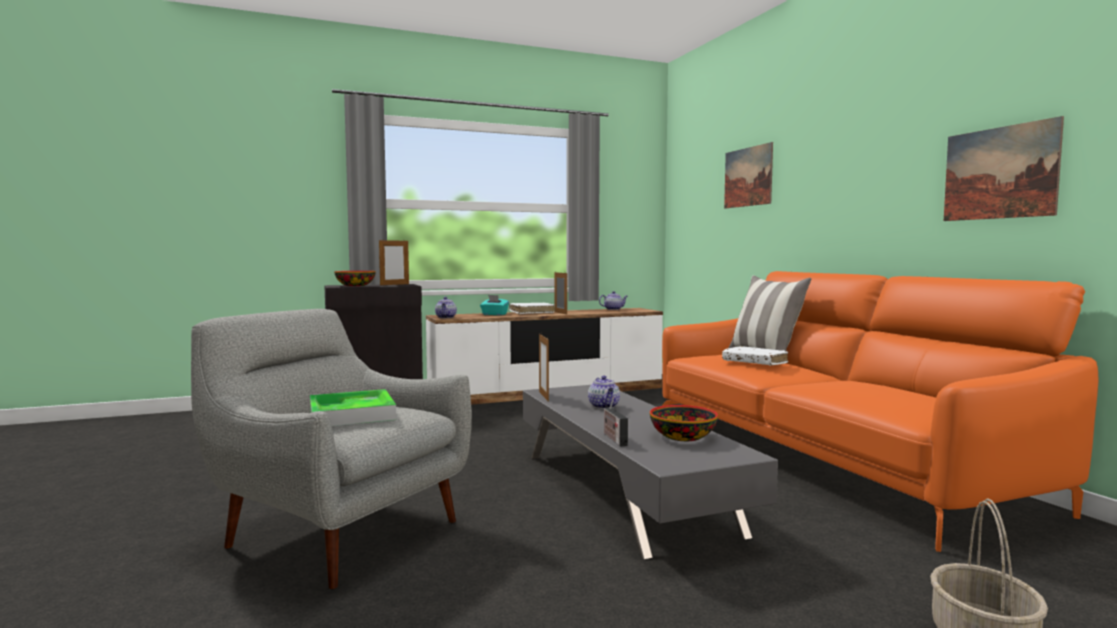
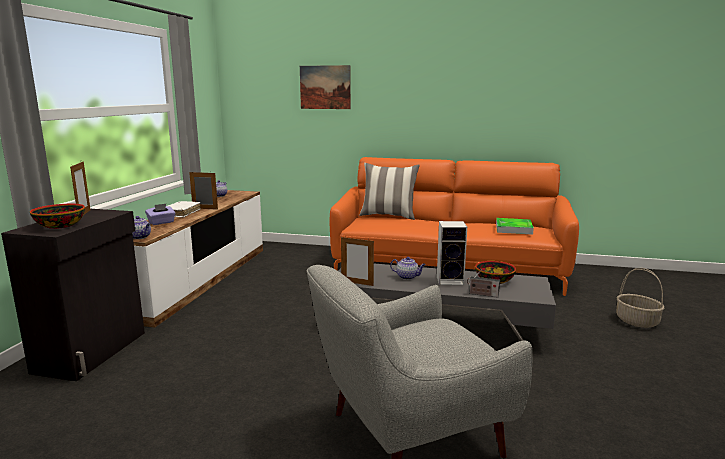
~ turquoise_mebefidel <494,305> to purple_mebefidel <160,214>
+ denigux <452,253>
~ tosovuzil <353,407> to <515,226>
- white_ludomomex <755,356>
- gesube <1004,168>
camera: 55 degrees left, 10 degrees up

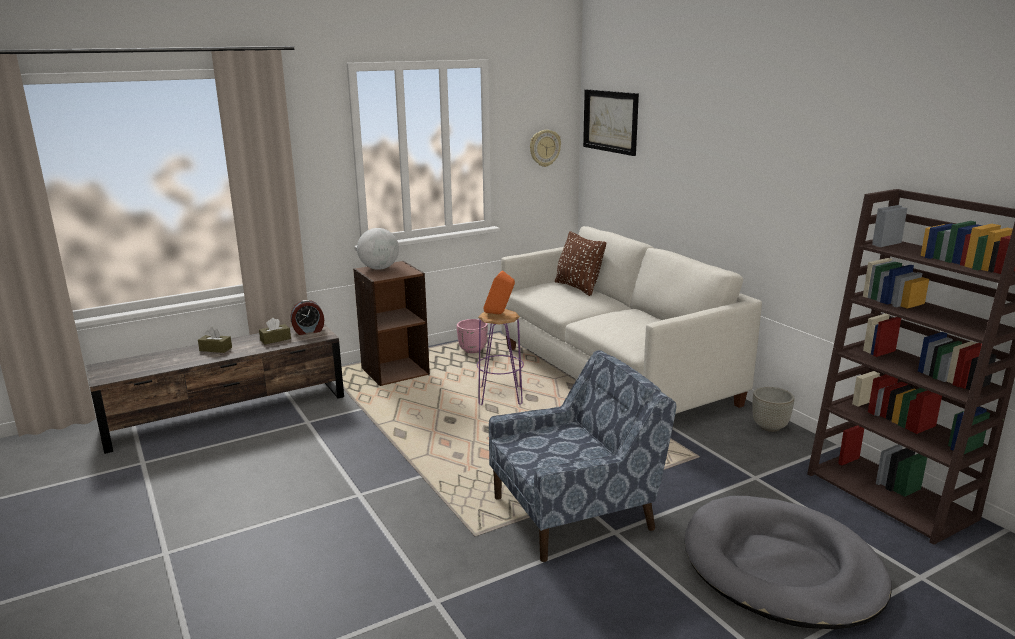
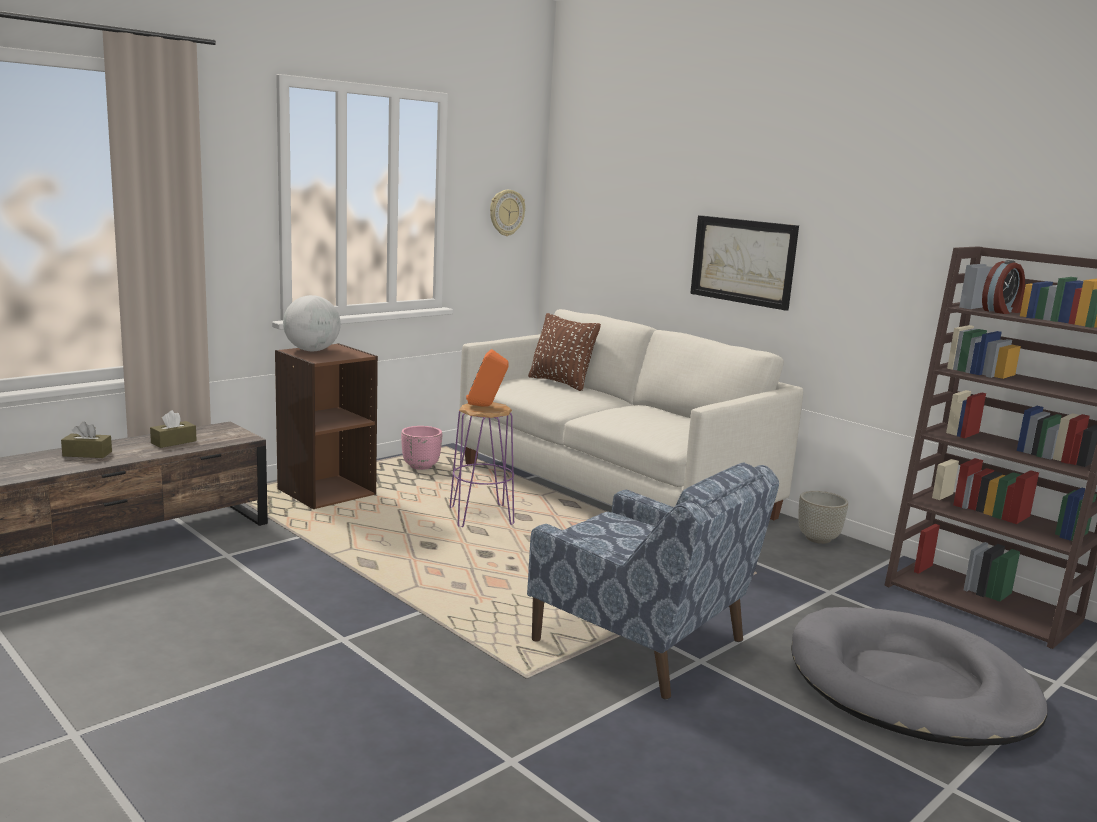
~ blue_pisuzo <582,456> = <653,581> 75 degrees clockwise
~ gesube <611,122> to <744,263>
~ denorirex <307,317> to <1003,287>
camera: 15 degrees left, 5 degrees down

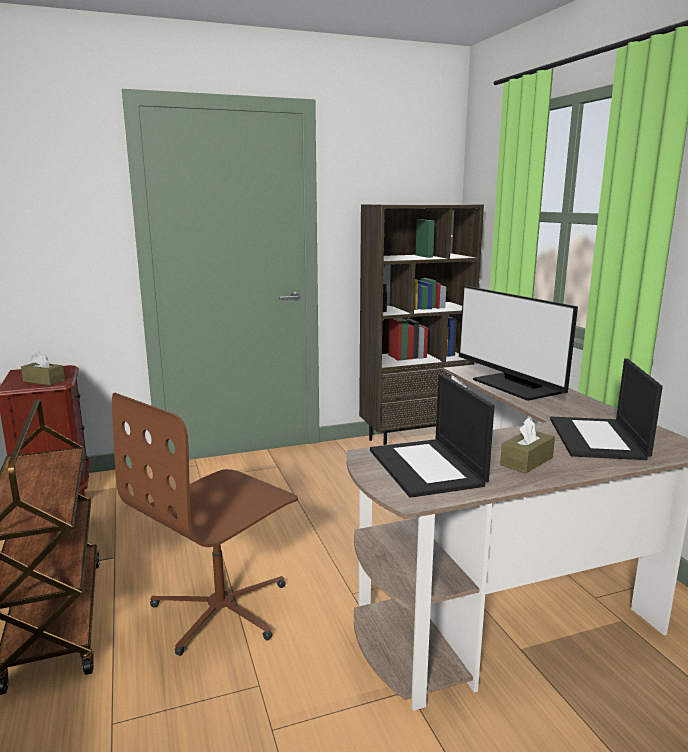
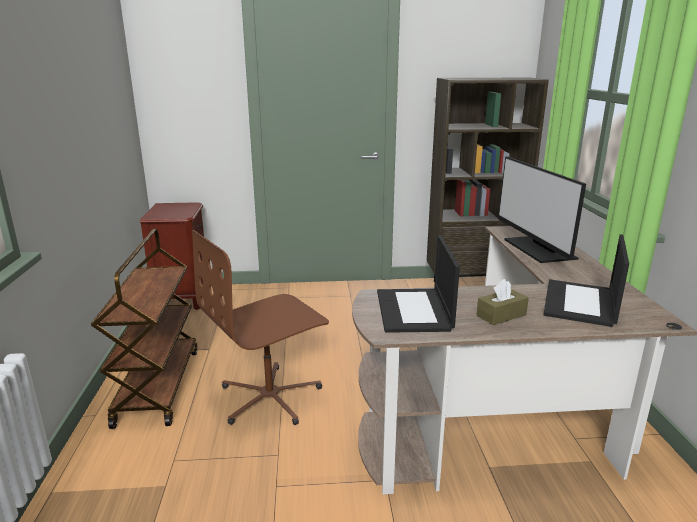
- brown_mebefidel <43,368>
camera: 15 degrees right, 5 degrees up

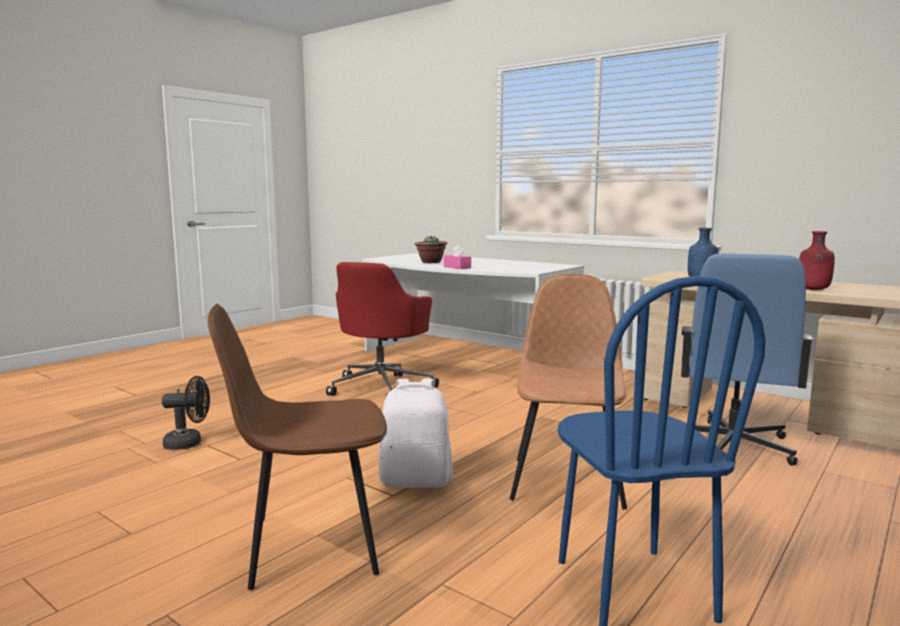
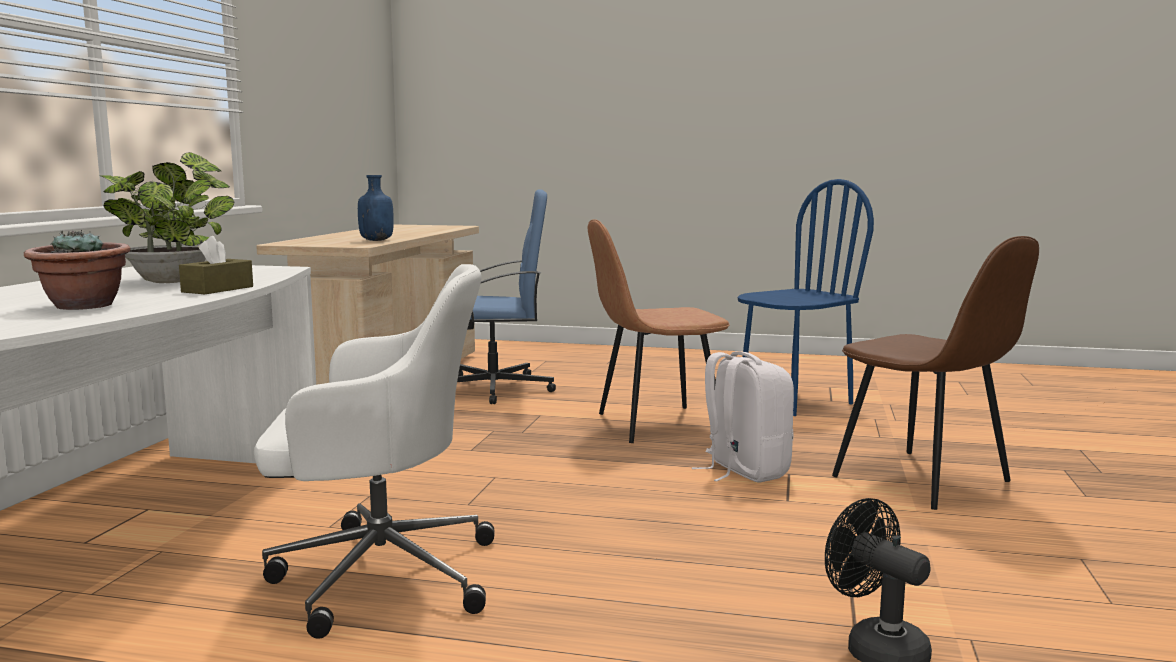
+ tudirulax <167,217>
~ pink_mebefidel <457,257> to brown_mebefidel <216,265>
~ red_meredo <382,330> to white_meredo <374,451>
- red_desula <817,260>
camera: 115 degrees left, 0 degrees up

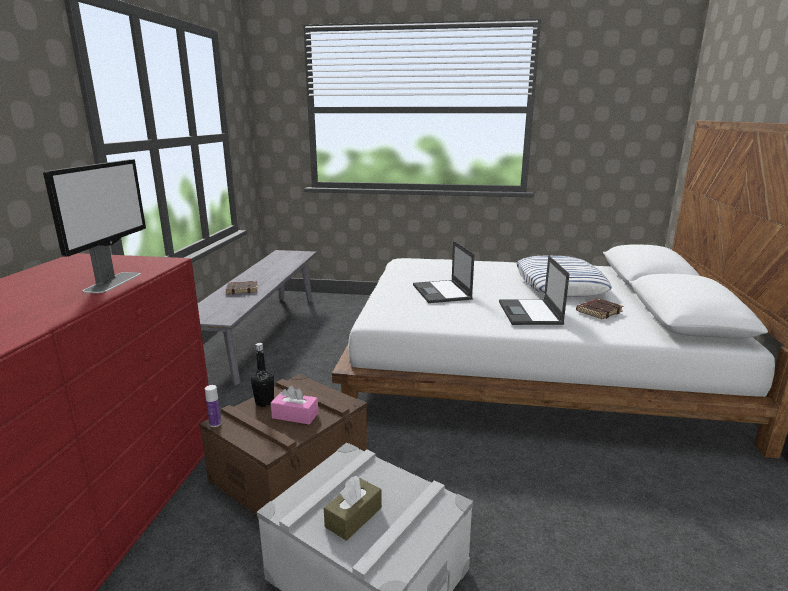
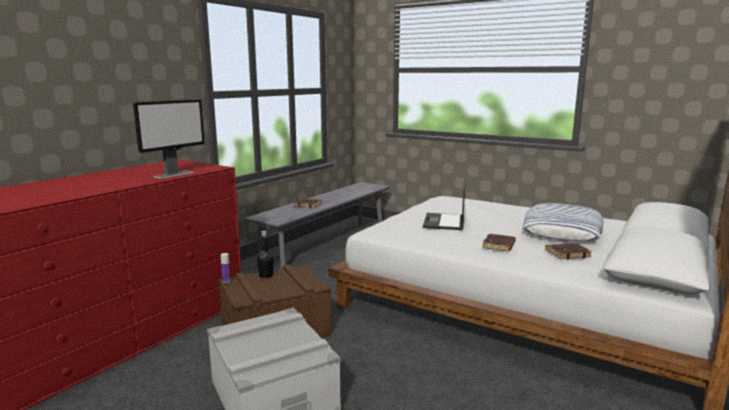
~ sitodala <534,290> to brown_ludomomex <499,242>
- pink_mebefidel <294,404>
- brown_mebefidel <353,508>
camera: 25 degrees right, 5 degrees down

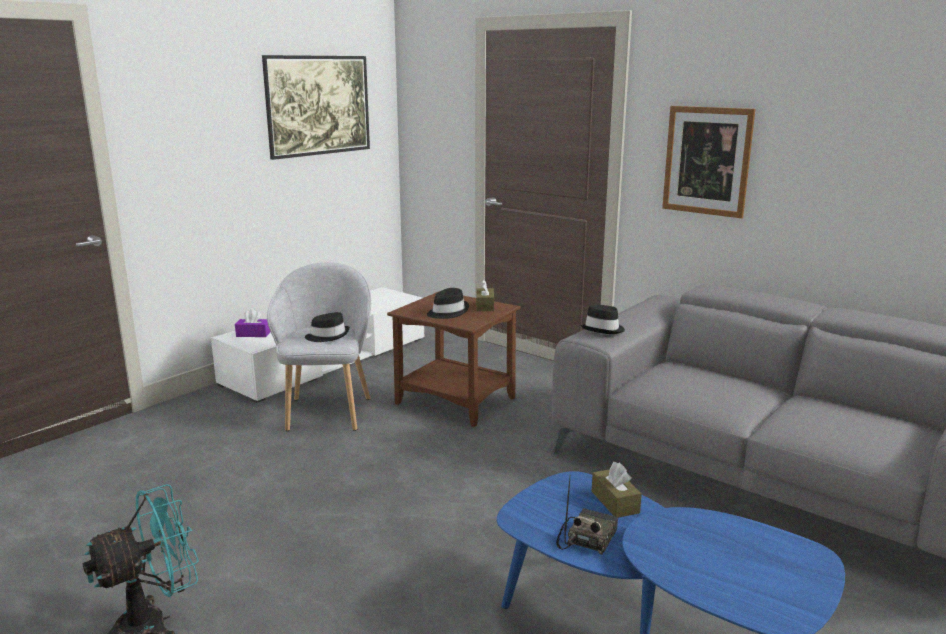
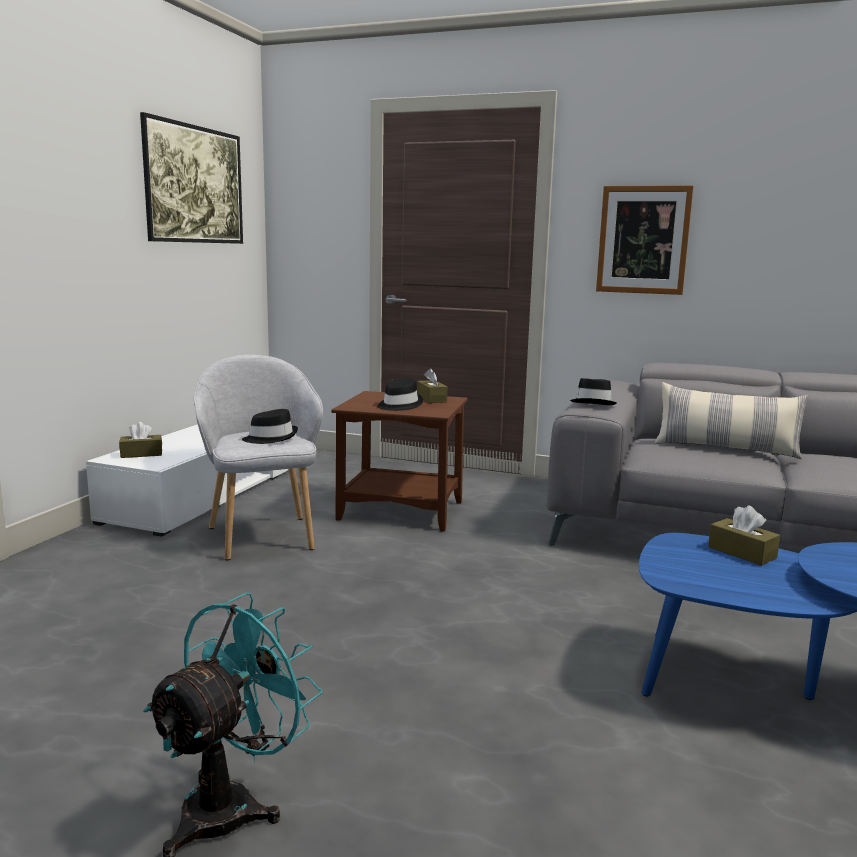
~ purple_mebefidel <252,323> to brown_mebefidel <140,440>
+ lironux <731,420>
- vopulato <587,516>
camera: 20 degrees left, 5 degrees down

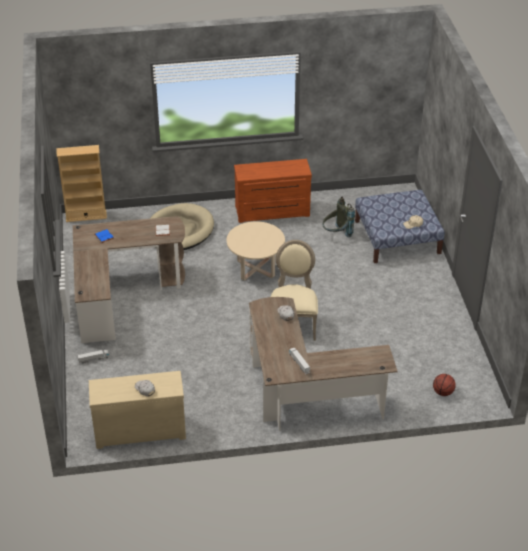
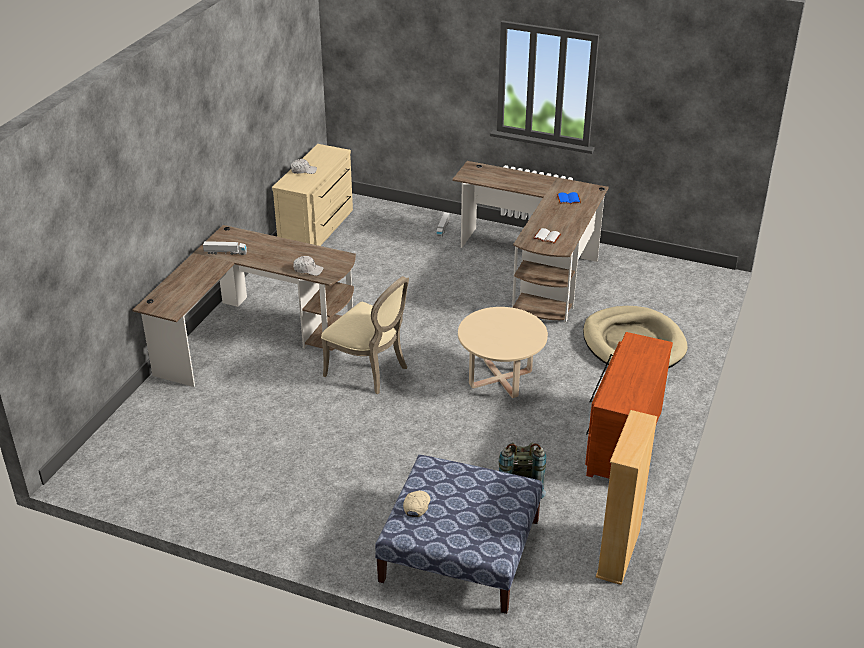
~ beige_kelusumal <82,183> to <626,497>
- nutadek <444,385>
camera: 120 degrees right, 5 degrees down

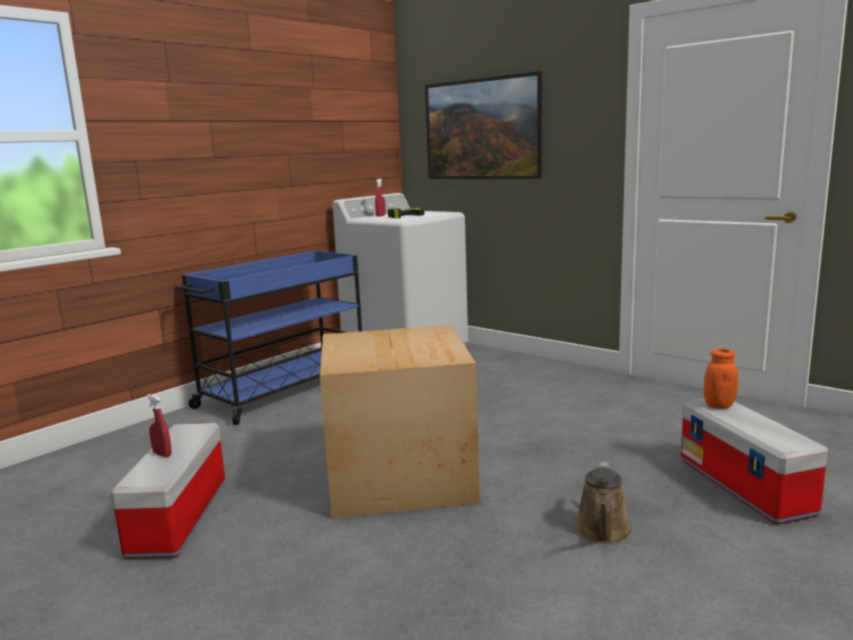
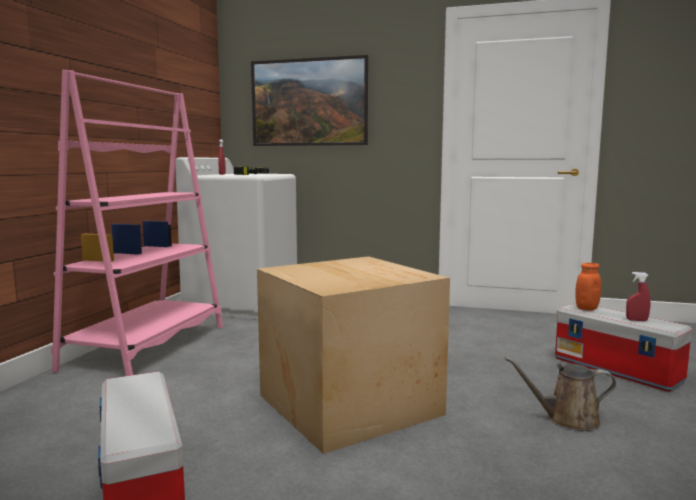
~ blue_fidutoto <270,338> to pink_kelusumal <137,223>
~ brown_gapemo <603,503> = <560,394> 105 degrees clockwise
~ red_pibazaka <159,425> to <638,296>
camera: 25 degrees left, 5 degrees down

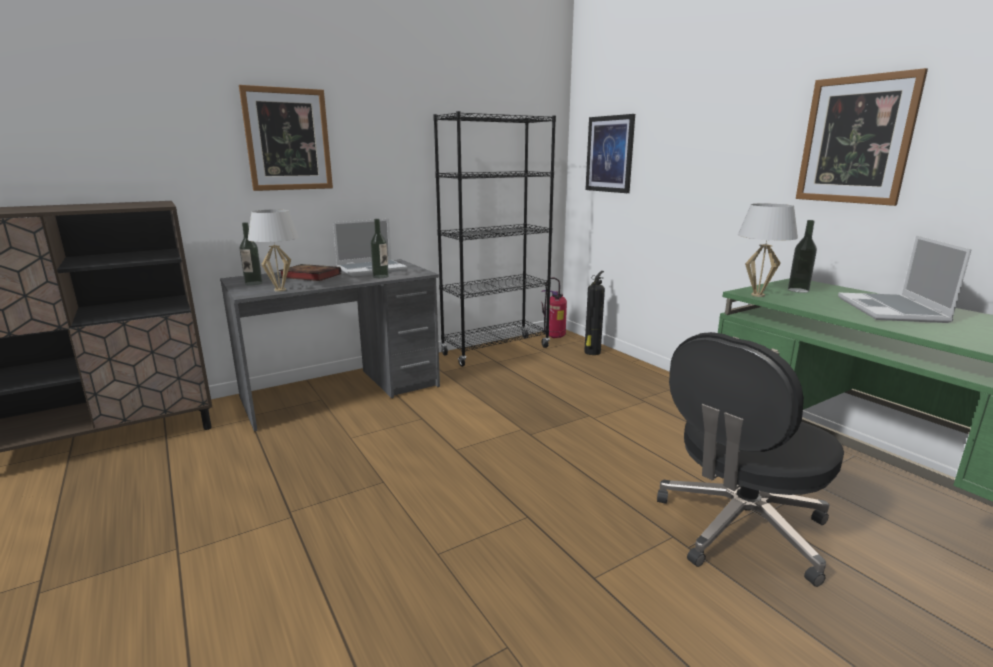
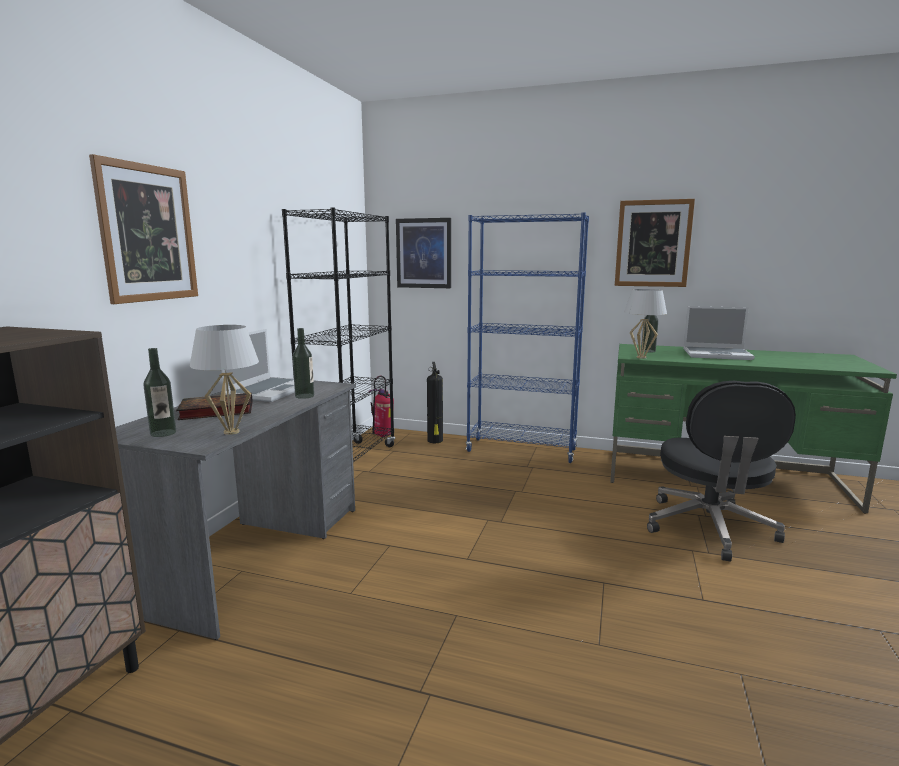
+ blue_kelusumal <527,337>
~ sitodala <905,279> = <719,333> 45 degrees counterclockwise
camera: 40 degrees left, 5 degrees down

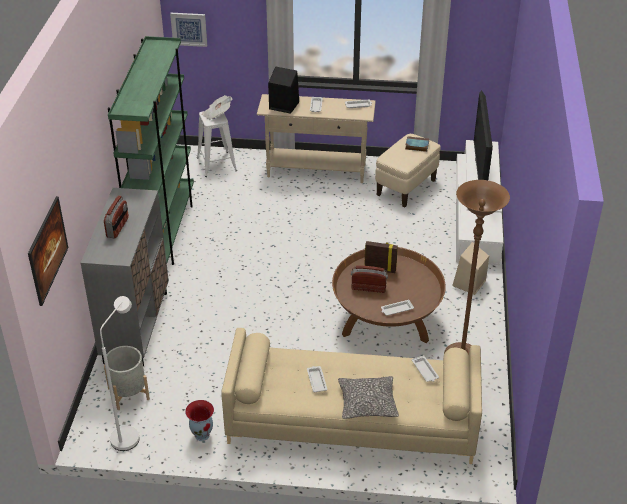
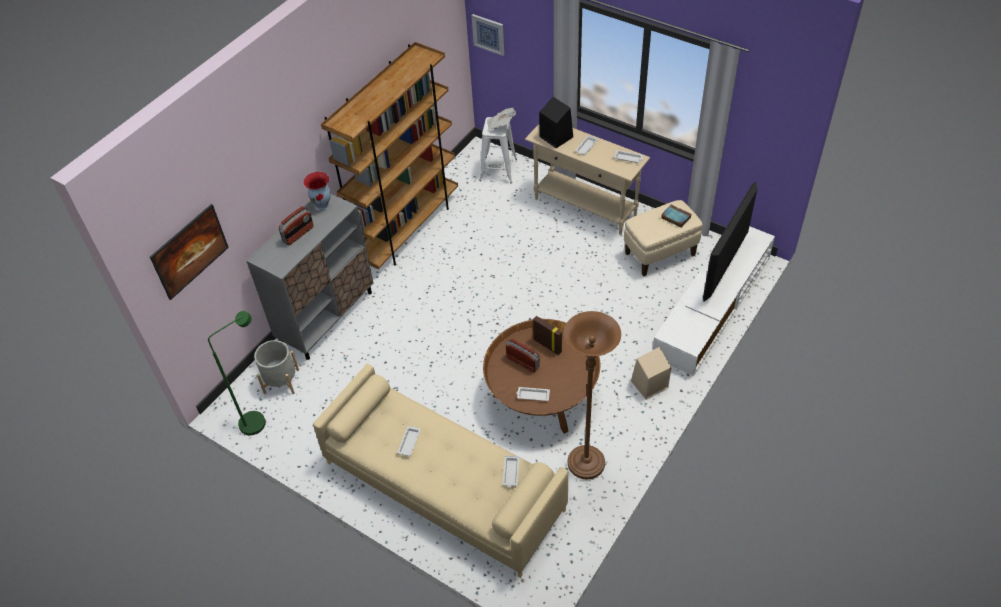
~ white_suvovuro <119,373> to green_suvovuro <237,373>
~ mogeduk <199,420> to <317,191>
~ green_kelusumal <151,150> to brown_kelusumal <389,155>
- lironux <368,397>
camera: 30 degrees right, 10 degrees up

